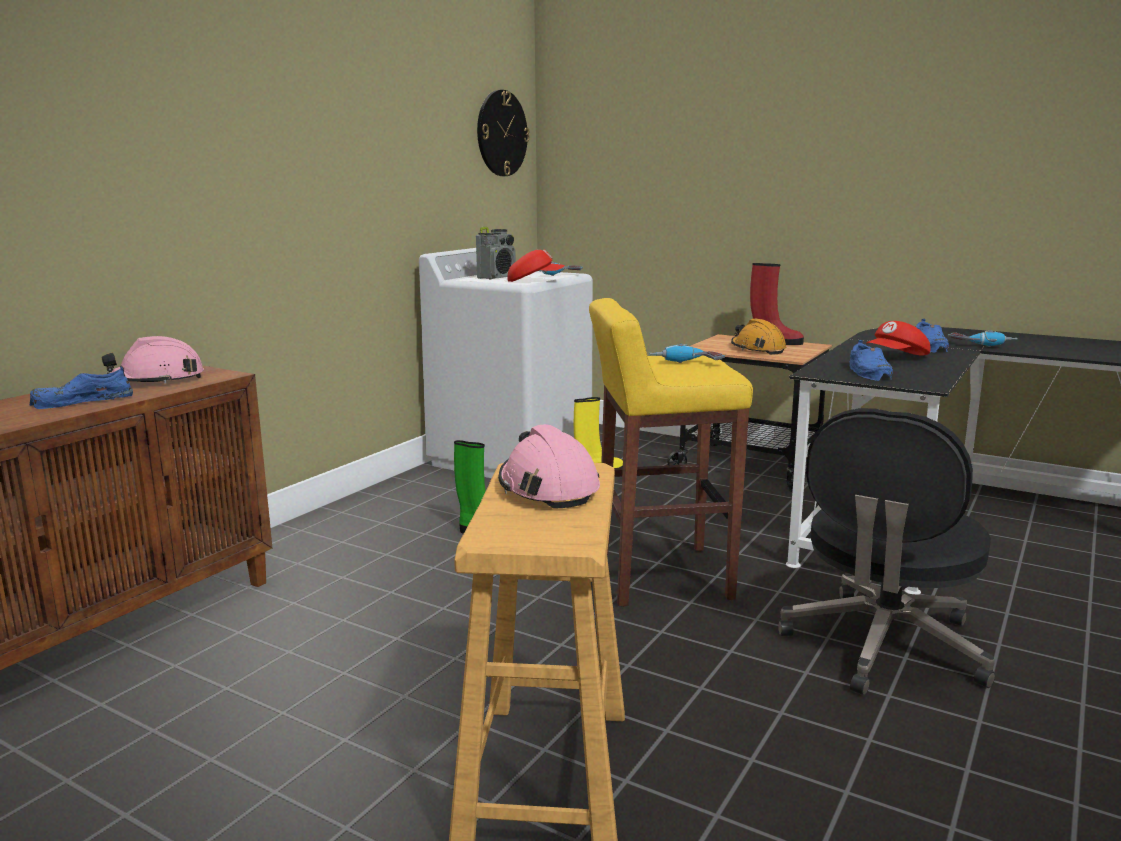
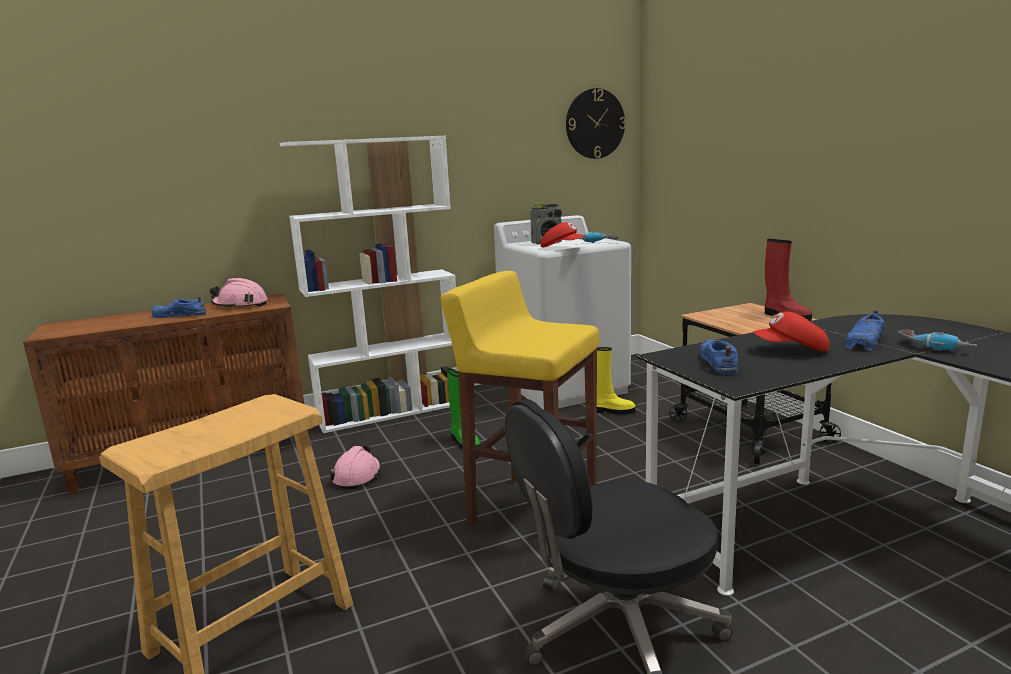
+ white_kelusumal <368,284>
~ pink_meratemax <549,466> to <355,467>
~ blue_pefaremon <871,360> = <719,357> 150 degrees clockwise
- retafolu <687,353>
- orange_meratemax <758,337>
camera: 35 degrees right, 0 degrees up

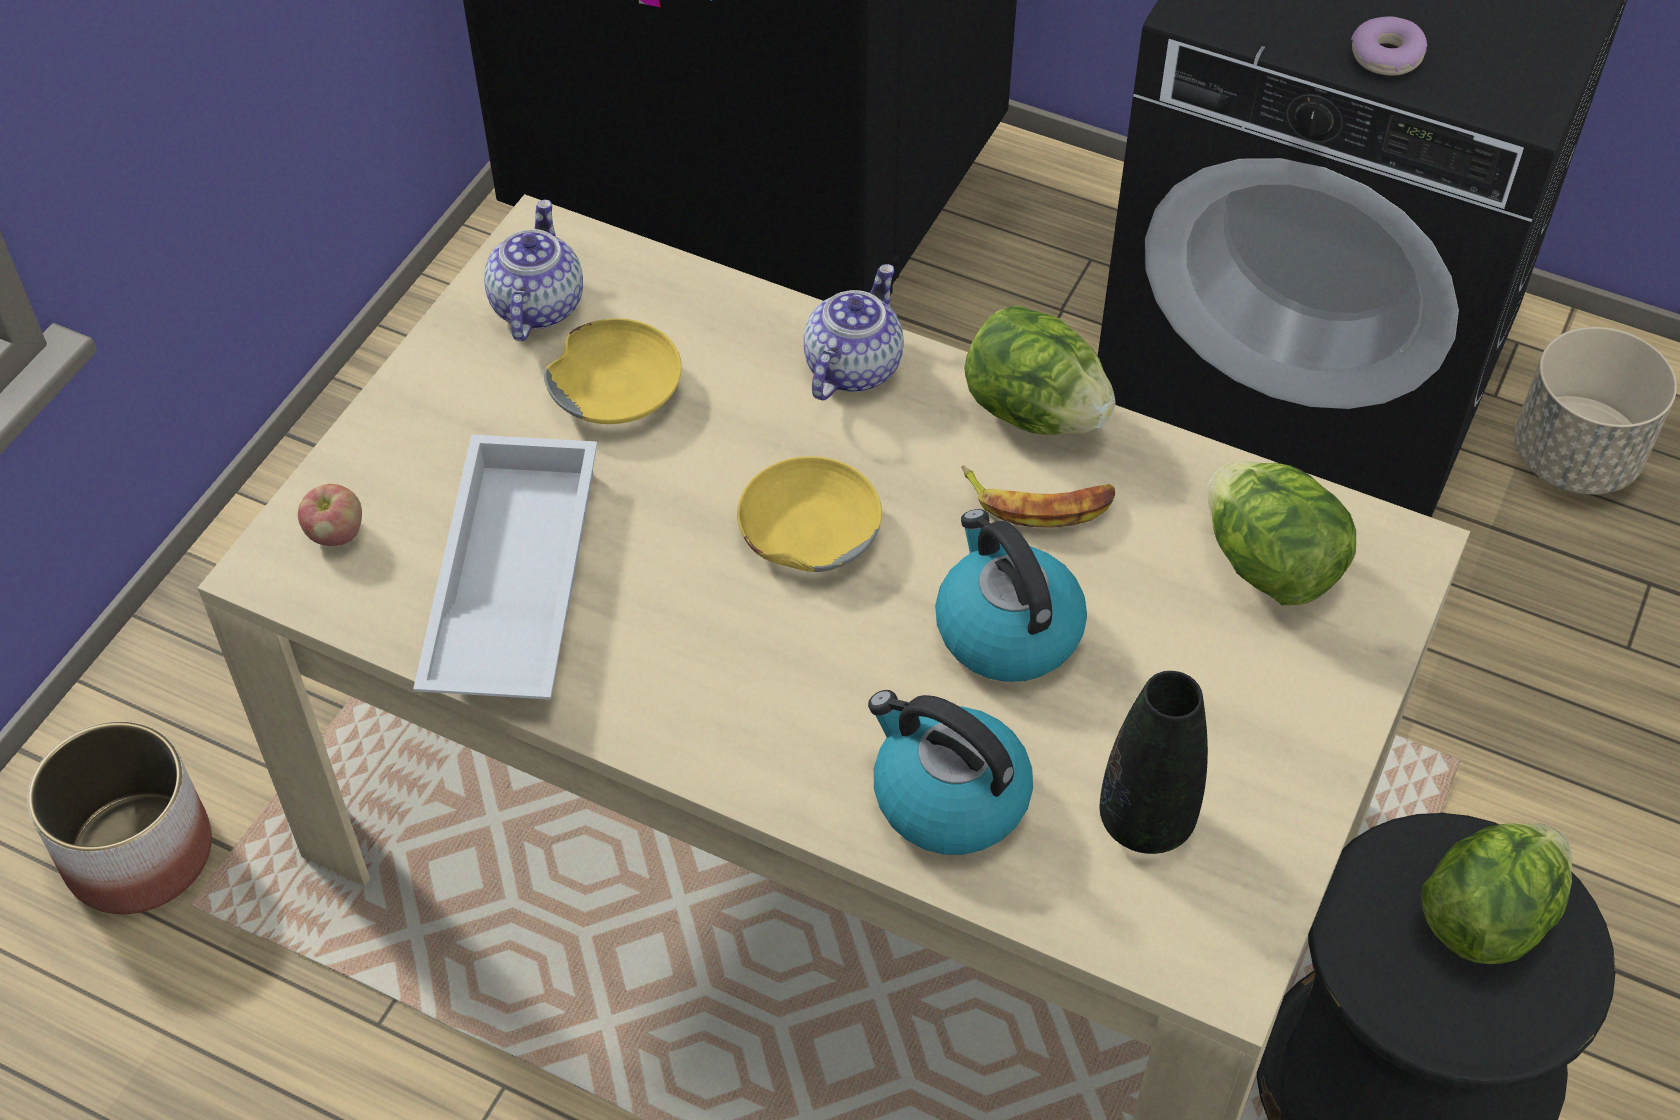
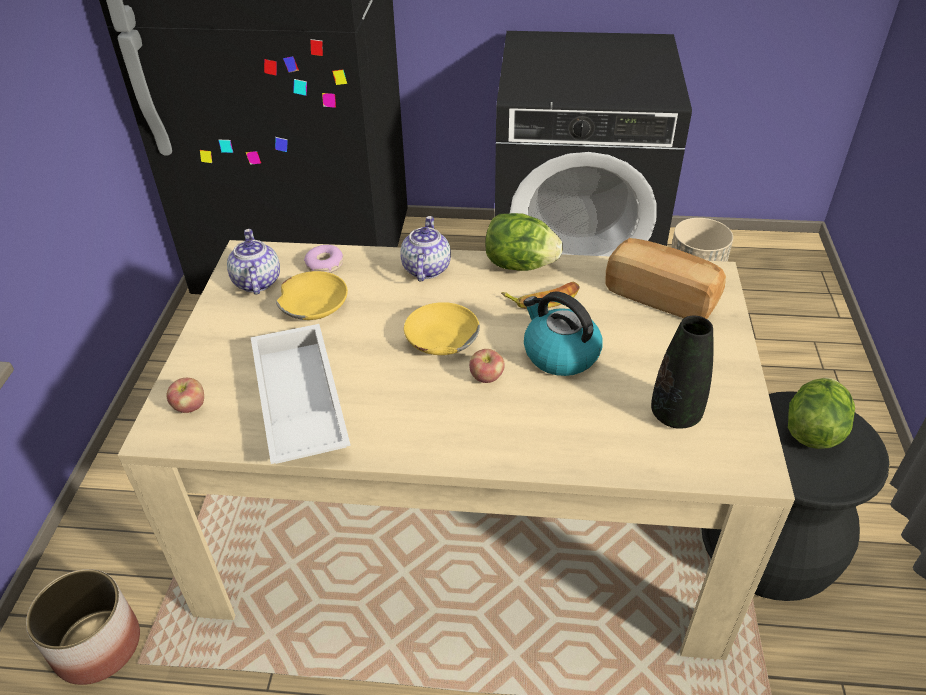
~ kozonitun <1389,46> to <323,259>
+ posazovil <487,366>
~ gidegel <1282,533> to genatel <666,278>
- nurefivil <950,772>
camera: 20 degrees left, 10 degrees down

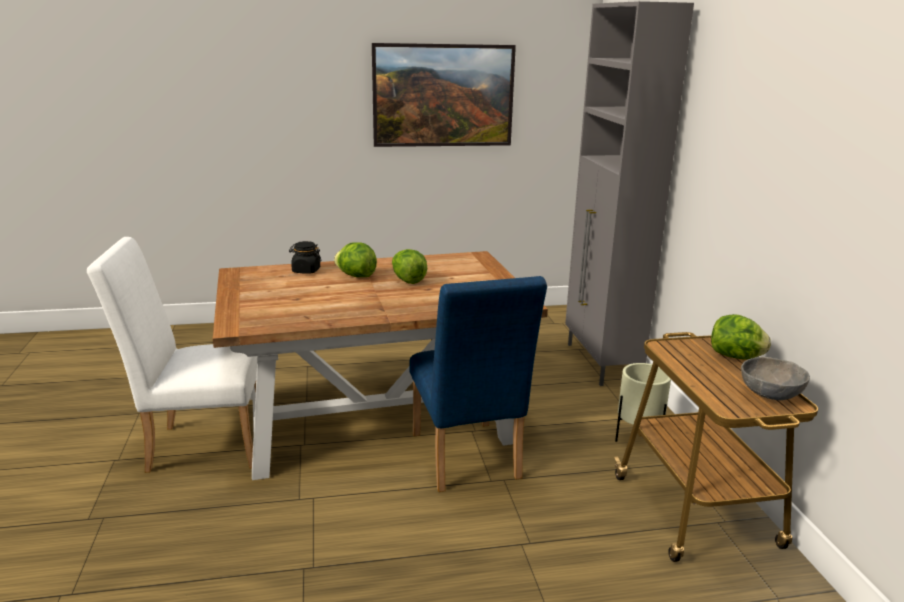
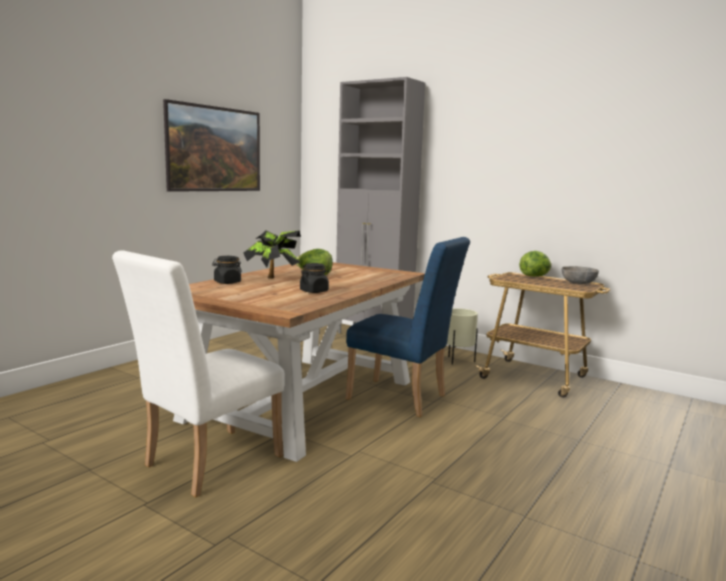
~ gidegel <355,259> to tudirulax <272,255>
+ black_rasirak <314,278>
camera: 45 degrees left, 10 degrees down

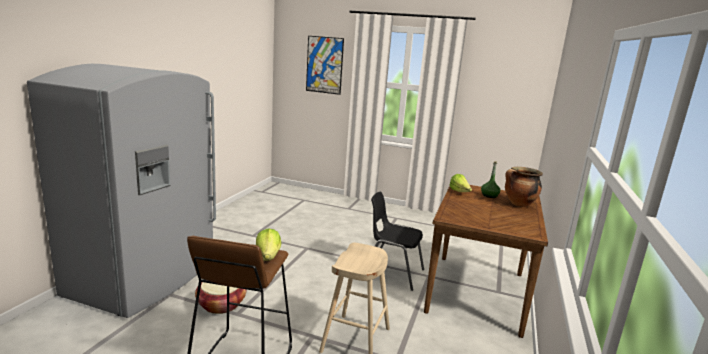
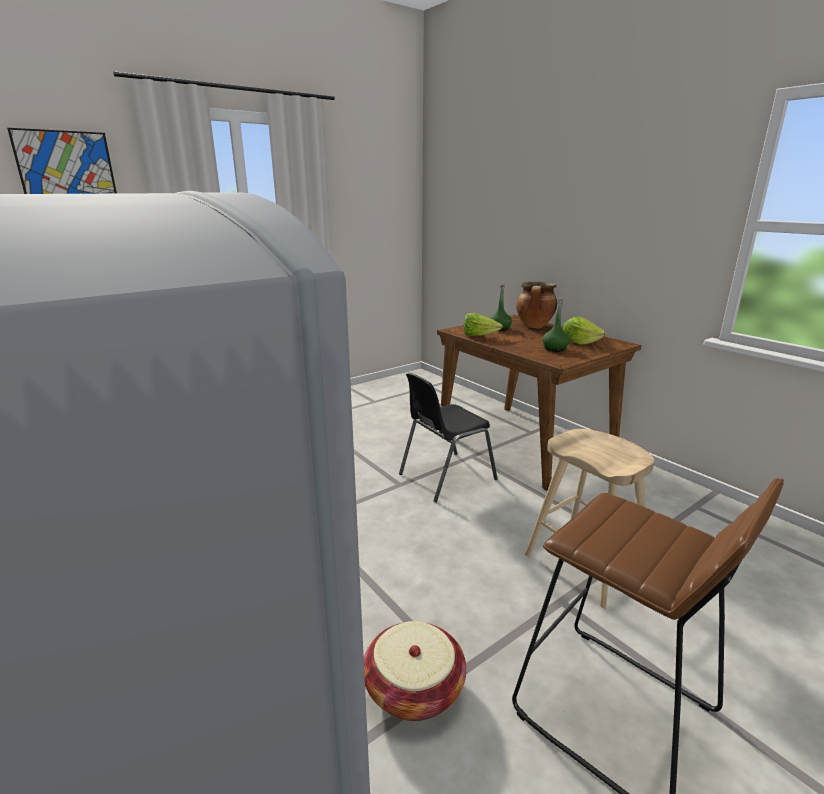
+ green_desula <556,325>
~ gidegel <268,244> to <584,331>
camera: 55 degrees left, 5 degrees up

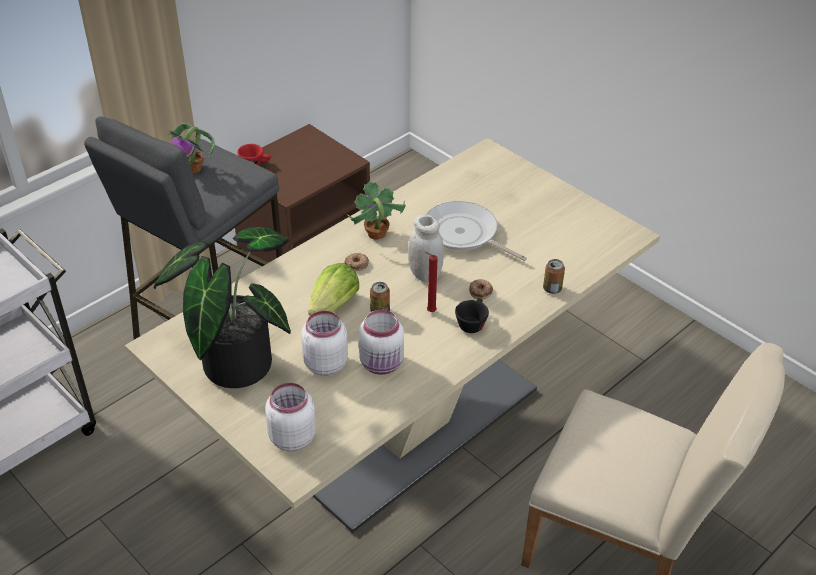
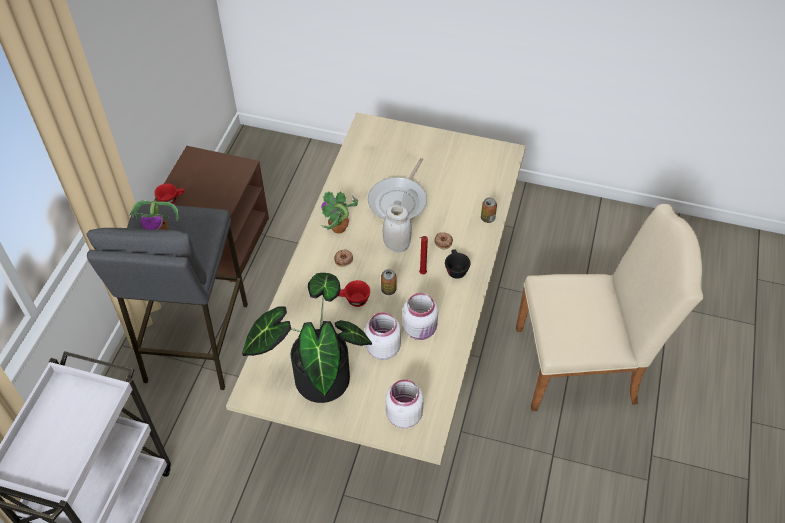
~ gidegel <333,289> to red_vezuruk <354,293>
~ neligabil <476,231> = <397,189> 75 degrees counterclockwise
camera: 30 degrees left, 10 degrees up

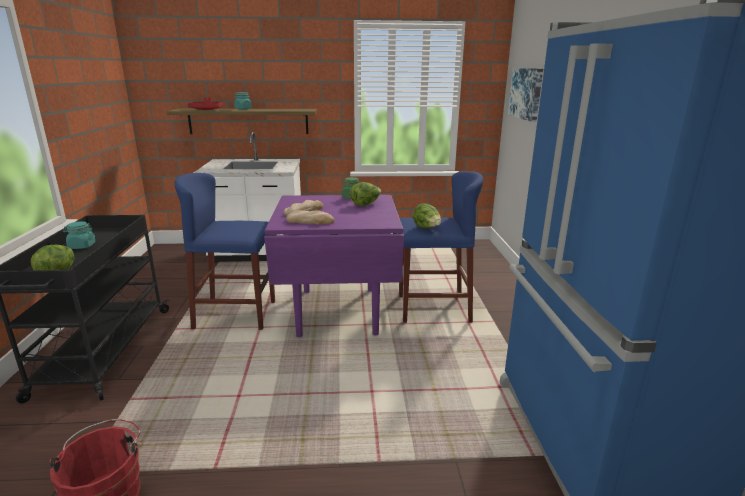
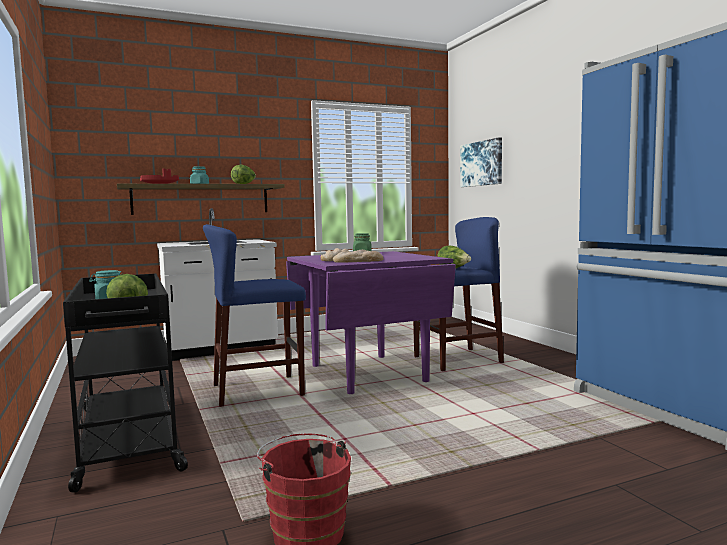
~ gidegel <365,194> to <243,174>
camera: 20 degrees left, 15 degrees down

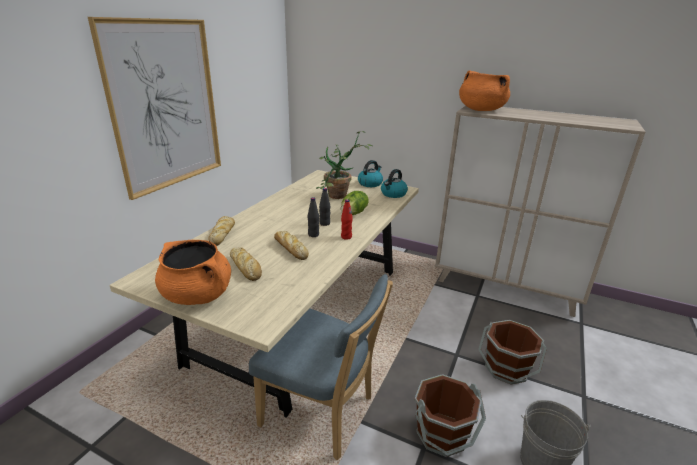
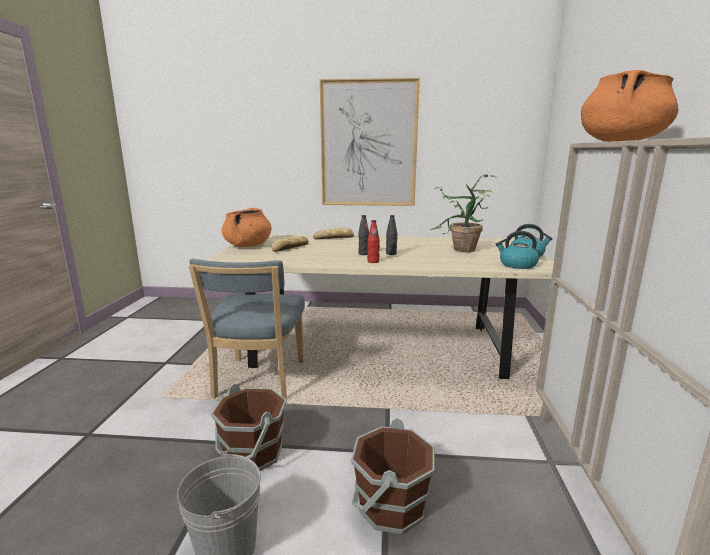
- genatel <291,245>
- gidegel <355,203>
camera: 70 degrees right, 10 degrees down

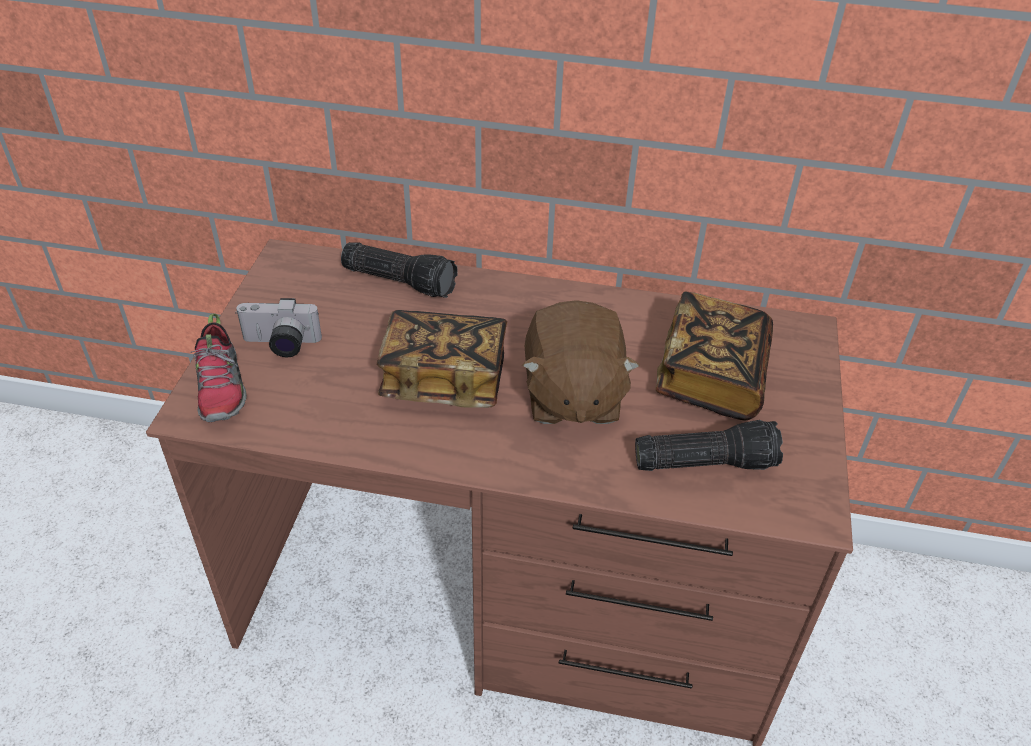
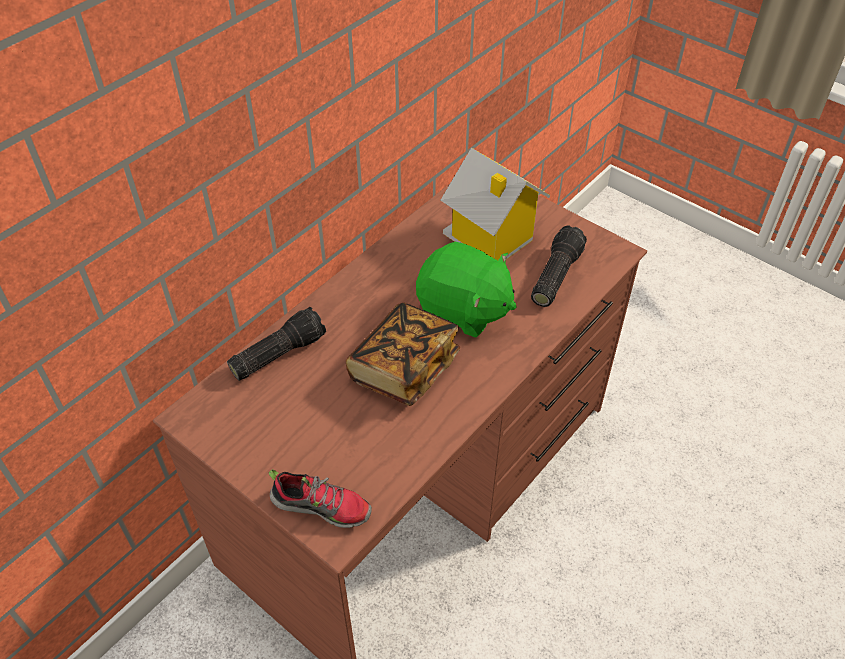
~ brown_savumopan <581,362> to green_savumopan <466,290>
~ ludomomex <714,356> to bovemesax <496,204>
- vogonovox <278,327>
camera: 60 degrees left, 5 degrees up

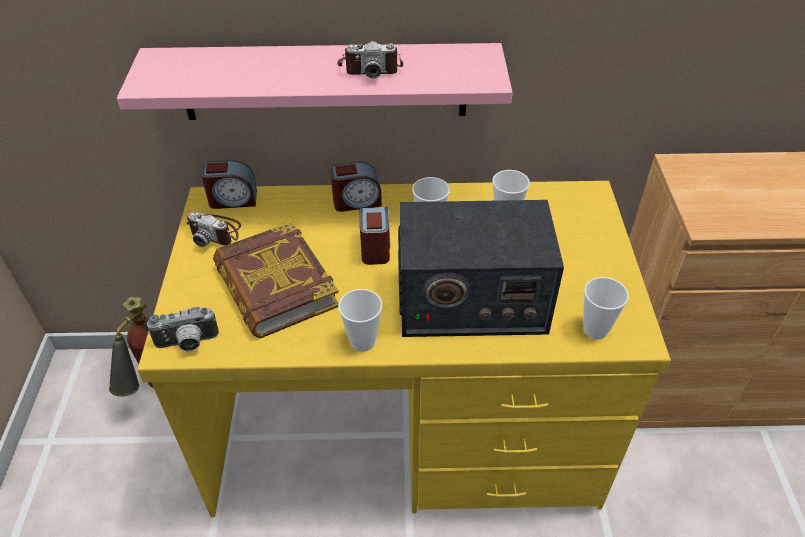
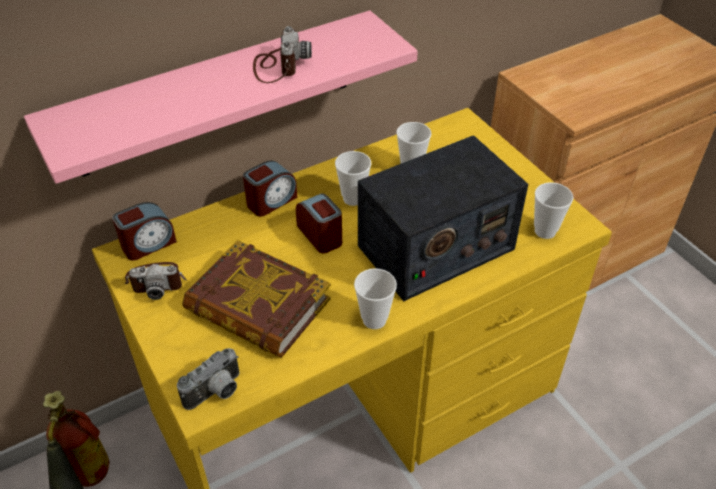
~ vogonovox <370,59> = <282,54> 60 degrees counterclockwise
camera: 30 degrees left, 0 degrees up

